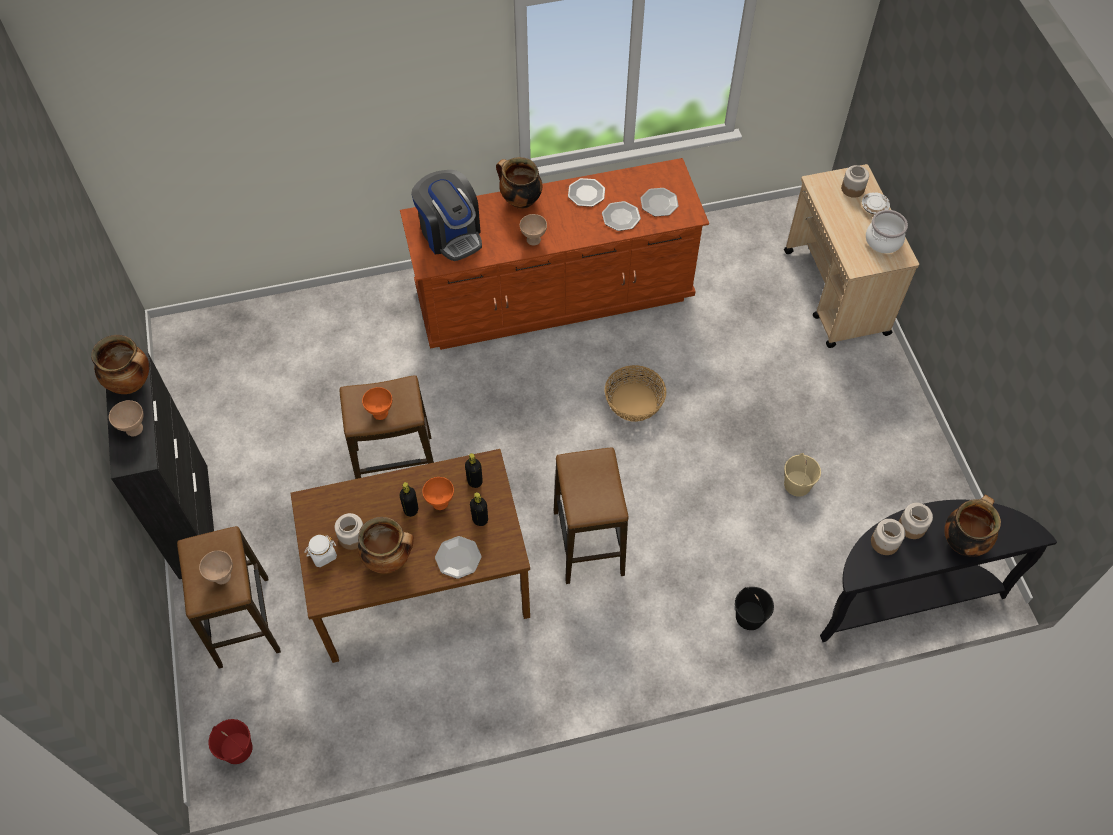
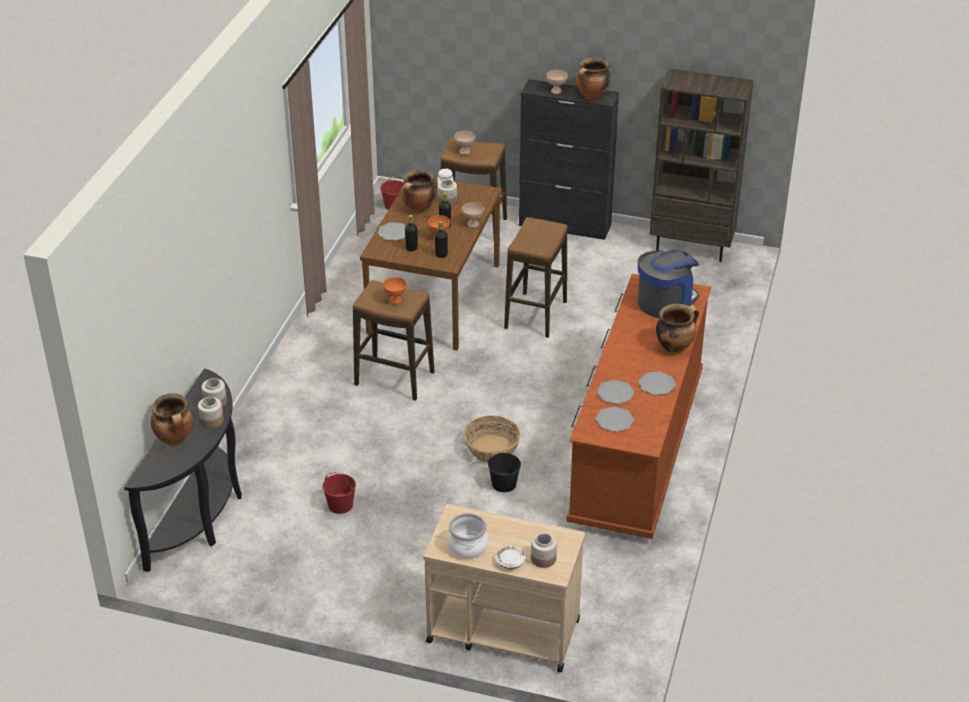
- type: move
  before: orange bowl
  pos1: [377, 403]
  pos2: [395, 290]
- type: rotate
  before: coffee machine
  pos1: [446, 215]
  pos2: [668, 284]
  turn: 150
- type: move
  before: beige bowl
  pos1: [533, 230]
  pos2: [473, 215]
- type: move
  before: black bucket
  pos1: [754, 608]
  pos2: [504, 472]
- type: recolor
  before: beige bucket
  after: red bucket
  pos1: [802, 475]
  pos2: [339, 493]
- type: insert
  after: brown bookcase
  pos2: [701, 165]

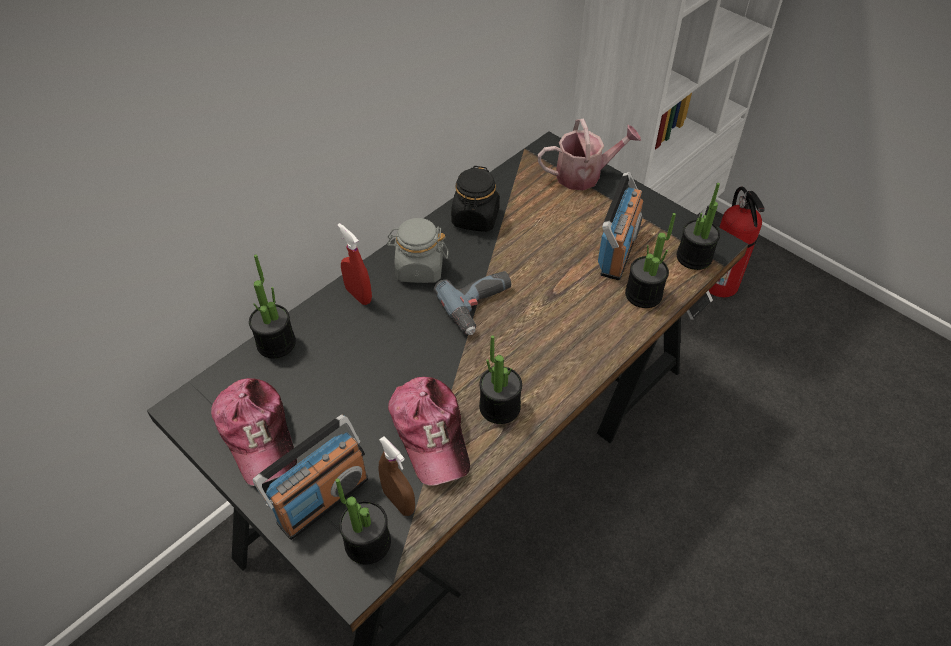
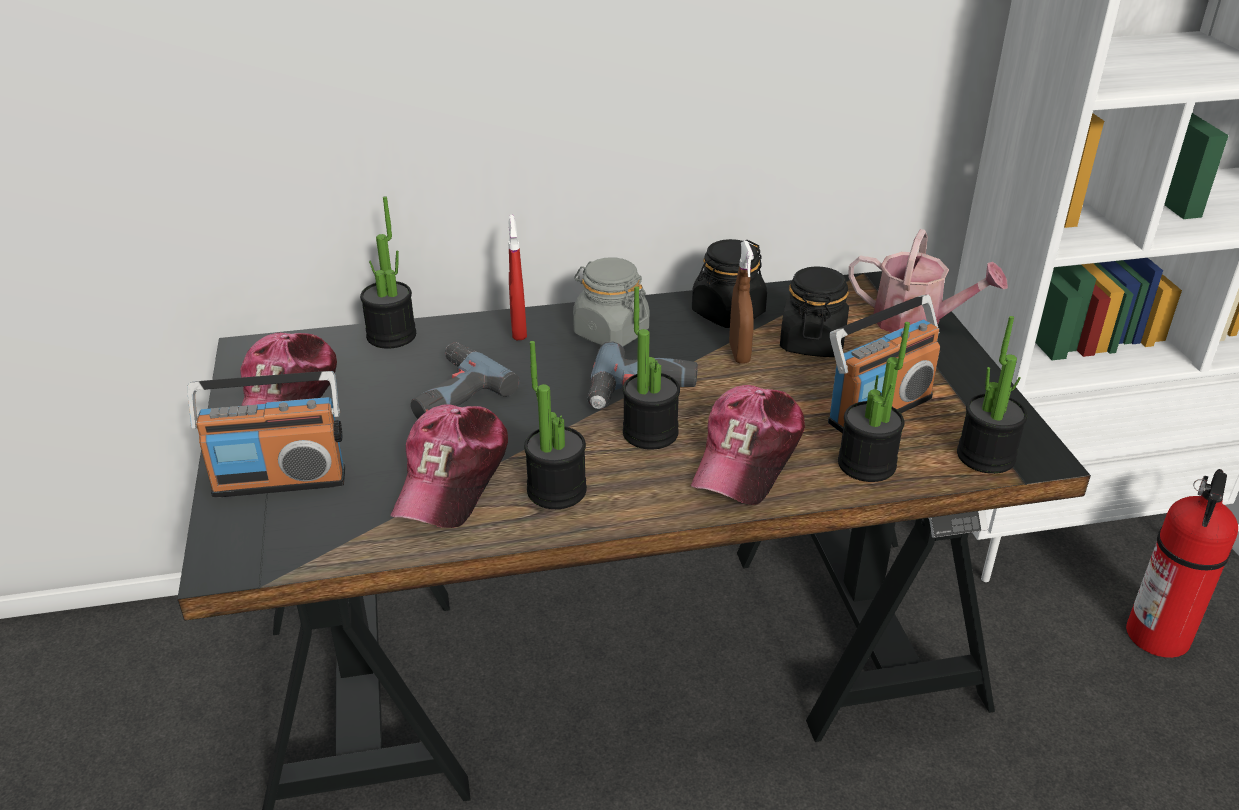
- type: move
  before: potted plant
  pos1: [363, 521]
  pos2: [651, 367]
- type: move
  before: brown spray bottle
  pos1: [397, 476]
  pos2: [741, 302]
- type: insert
  after: power drill
  pos2: [465, 380]
- type: insert
  after: cap
  pos2: [748, 445]
- type: insert
  after: black jar
  pos2: [814, 311]

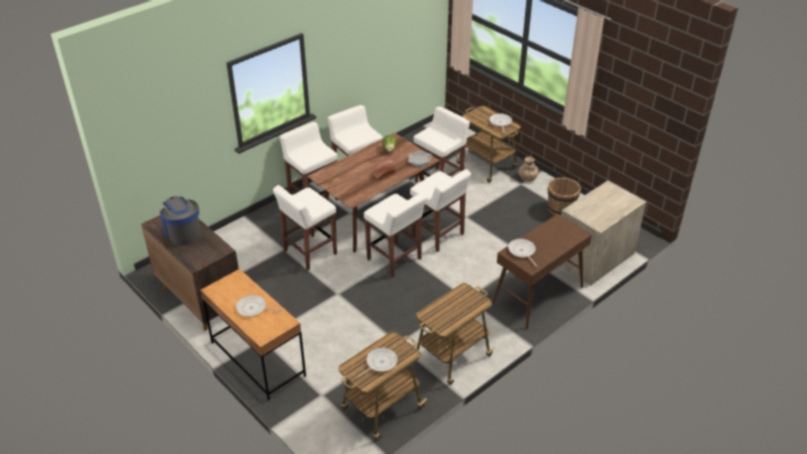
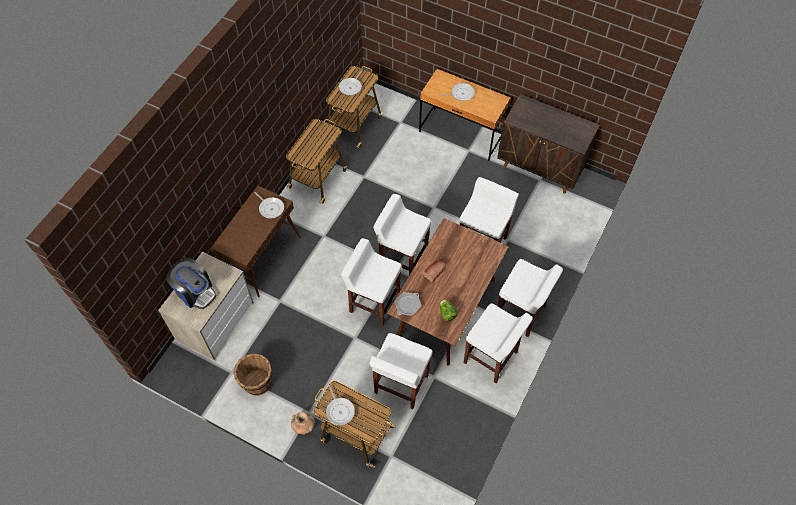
- type: move
  before: coffee machine
  pos1: [180, 221]
  pos2: [191, 283]

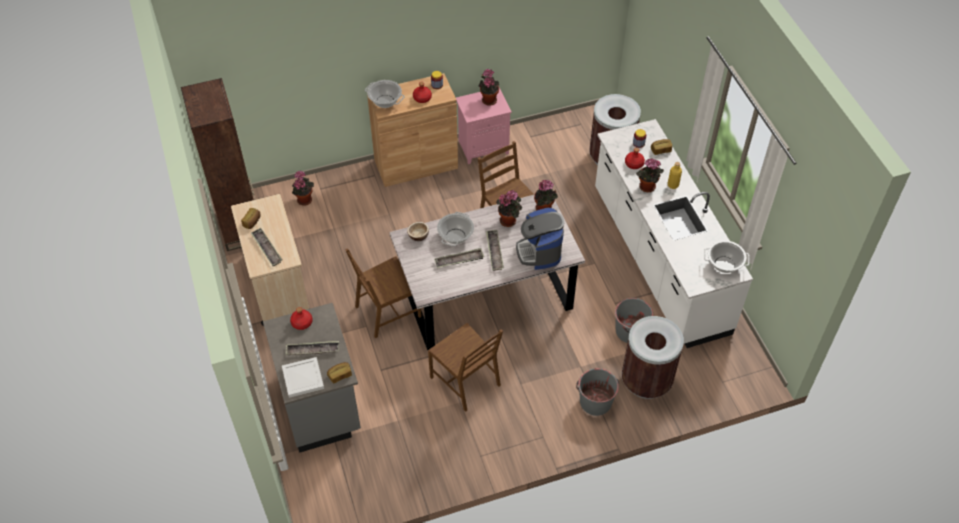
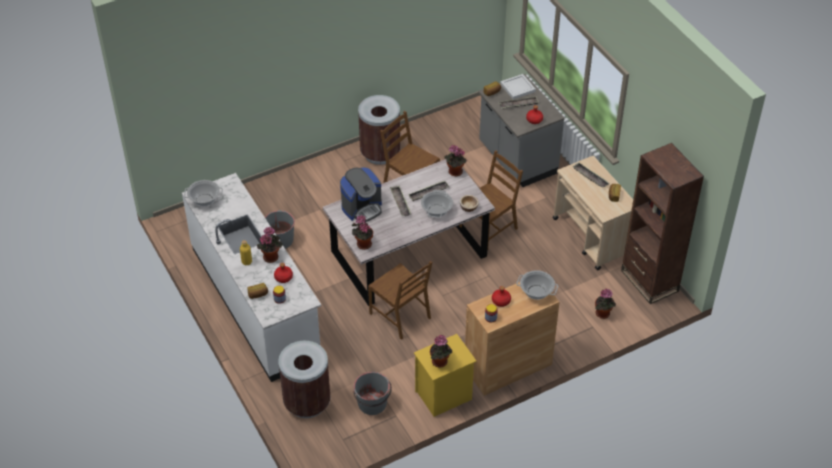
- type: recolor
  before: pink nightstand
  after: yellow nightstand
  pos1: [484, 125]
  pos2: [445, 375]
- type: move
  before: potted plant
  pos1: [509, 208]
  pos2: [455, 160]
- type: rotate
  before: coffee machine
  pos1: [540, 239]
  pos2: [361, 194]
  turn: 75
- type: move
  before: grey bucket
  pos1: [597, 392]
  pos2: [373, 393]
- type: move
  before: brown trash can
  pos1: [653, 357]
  pos2: [379, 130]

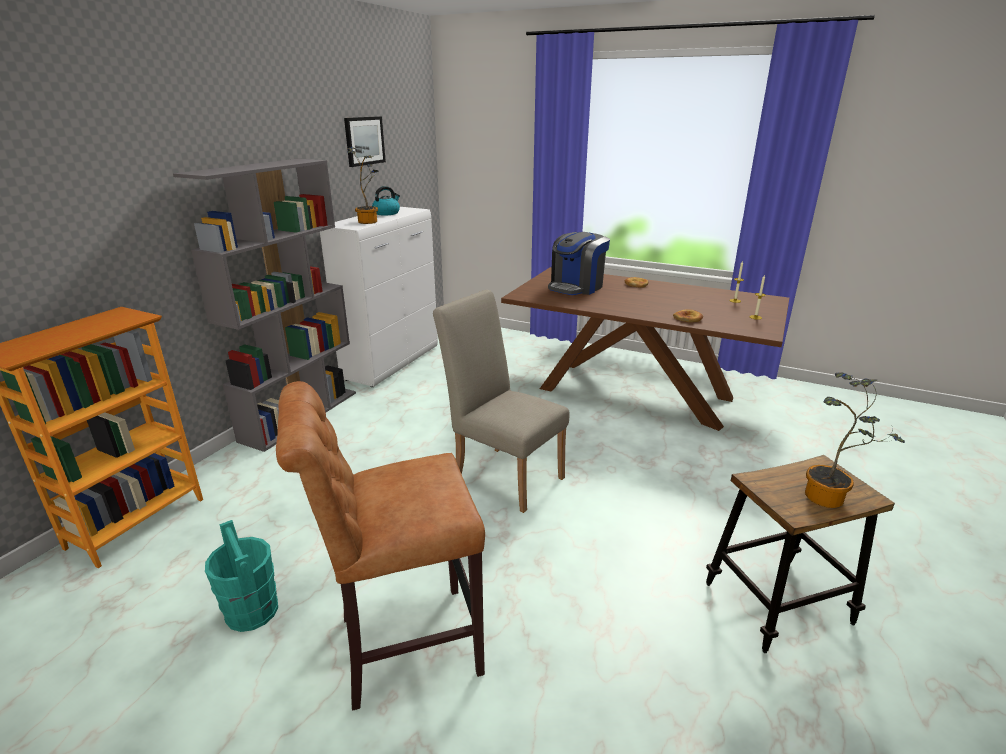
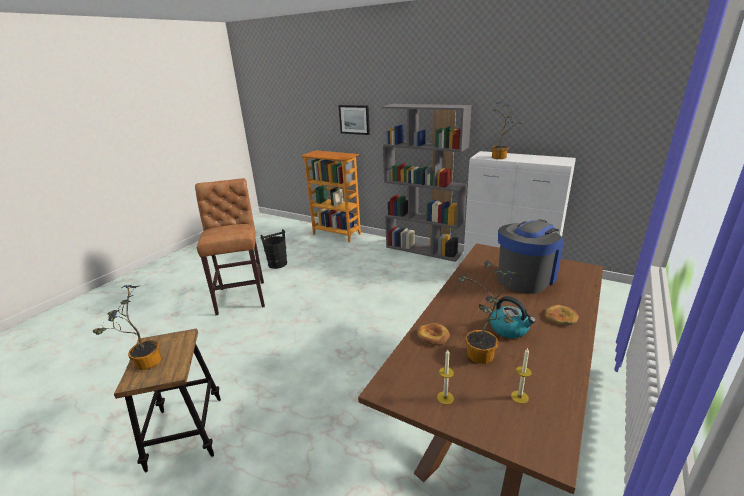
- type: recolor
  before: turquoise bucket
  after: black bucket
  pos1: [241, 576]
  pos2: [273, 249]
- type: move
  before: picture
  pos1: [365, 141]
  pos2: [354, 120]
- type: move
  before: kettle
  pos1: [386, 200]
  pos2: [513, 317]
- type: delete
  before: beige chair
  pos1: [501, 401]
- type: rotate
  before: coffee machine
  pos1: [579, 263]
  pos2: [531, 256]
  turn: 90
- type: insert
  after: potted plant
  pos2: [486, 312]

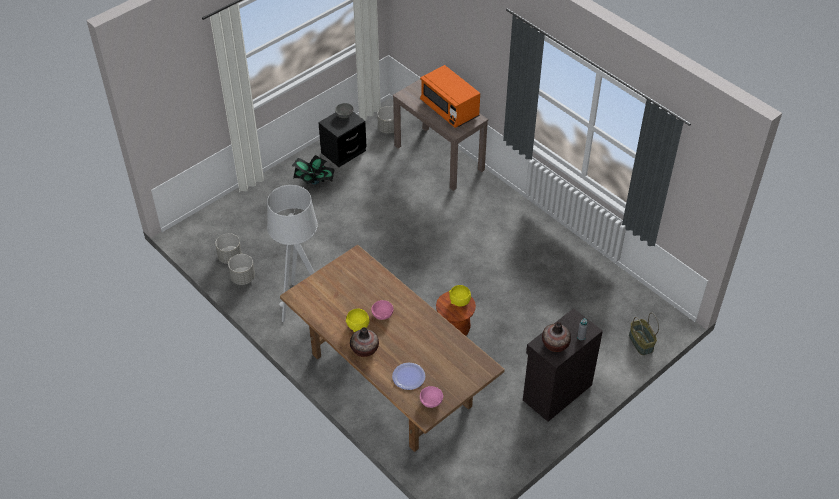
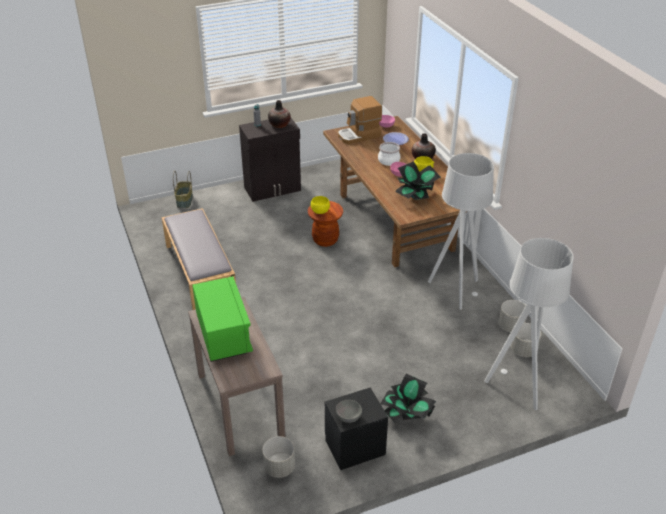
- type: recolor
  before: orange microwave
  after: green microwave
  pos1: [450, 96]
  pos2: [222, 319]
- type: insert
  after: grey bench
  pos2: [199, 259]
- type: insert
  after: coffee machine
  pos2: [360, 120]
- type: insert
  after: cooking pot
  pos2: [389, 154]
- type: insert
  after: potted plant
  pos2: [418, 180]
- type: insert
  after: grey floor lamp
  pos2: [529, 324]

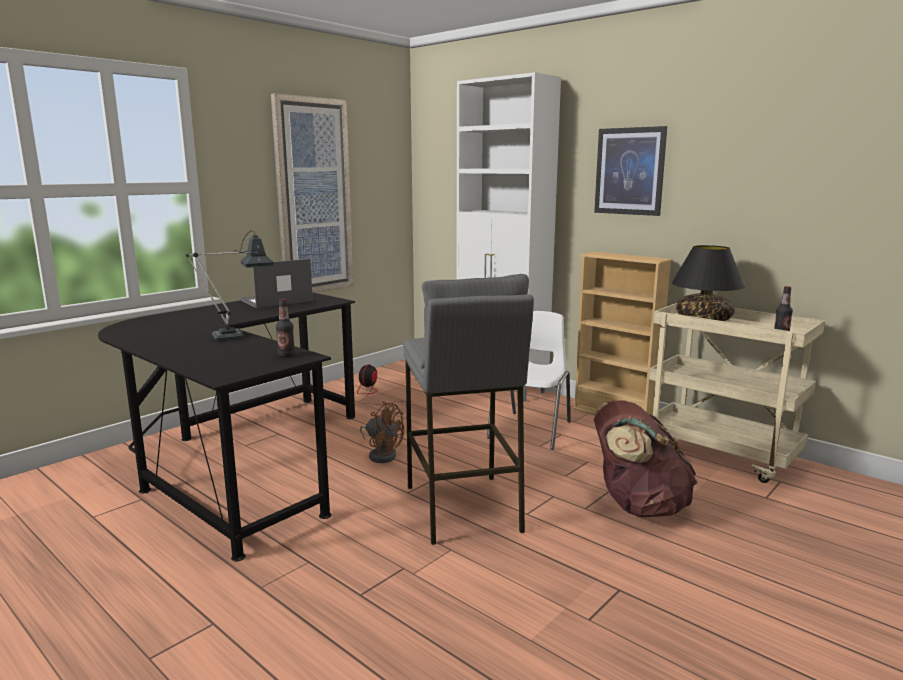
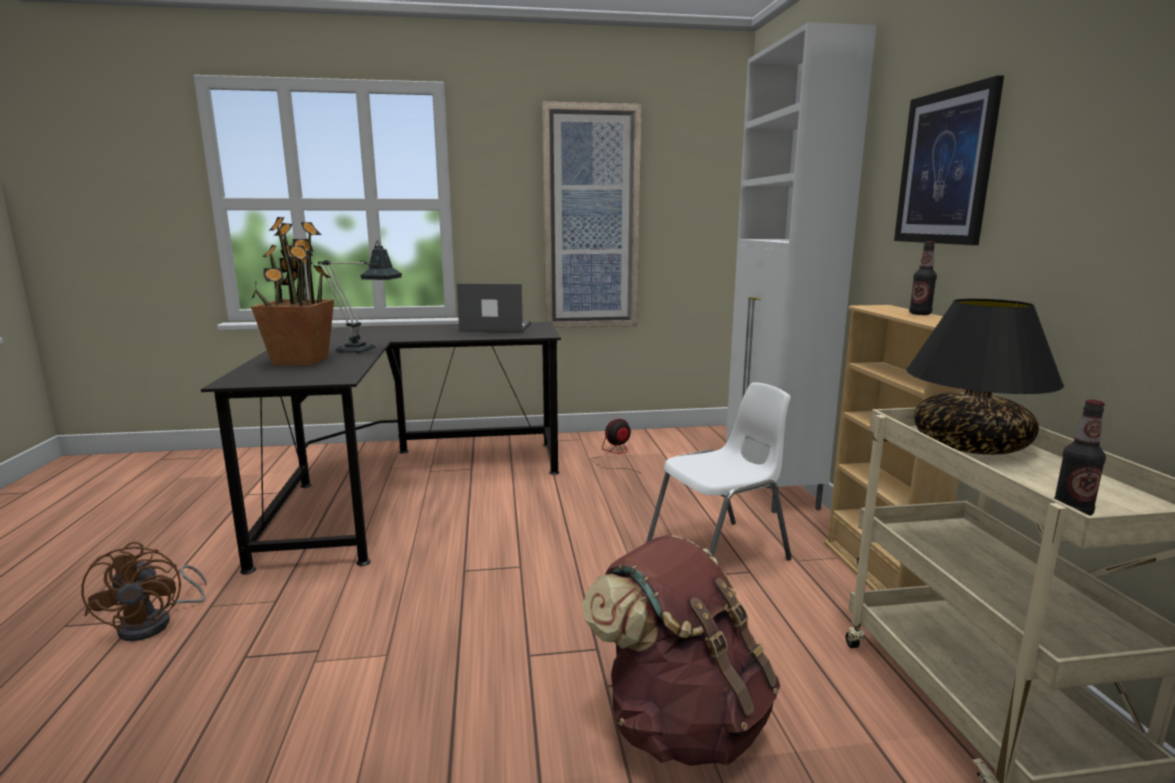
- type: move
  before: bottle
  pos1: [285, 328]
  pos2: [923, 278]
- type: move
  before: brown fan
  pos1: [382, 432]
  pos2: [144, 591]
- type: delete
  before: grey stool
  pos1: [468, 409]
- type: insert
  after: potted plant
  pos2: [292, 291]

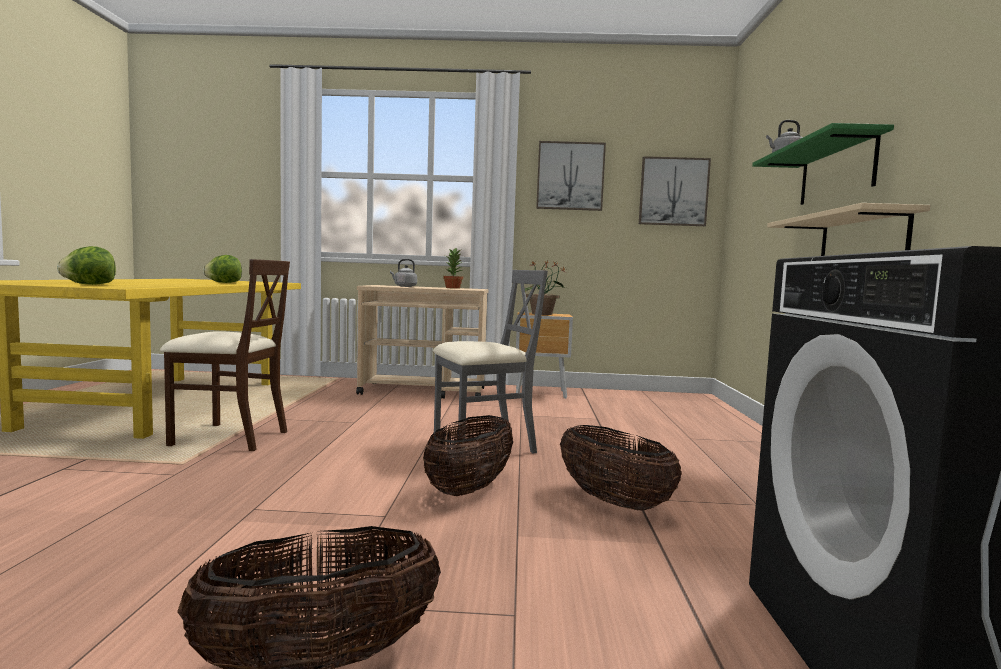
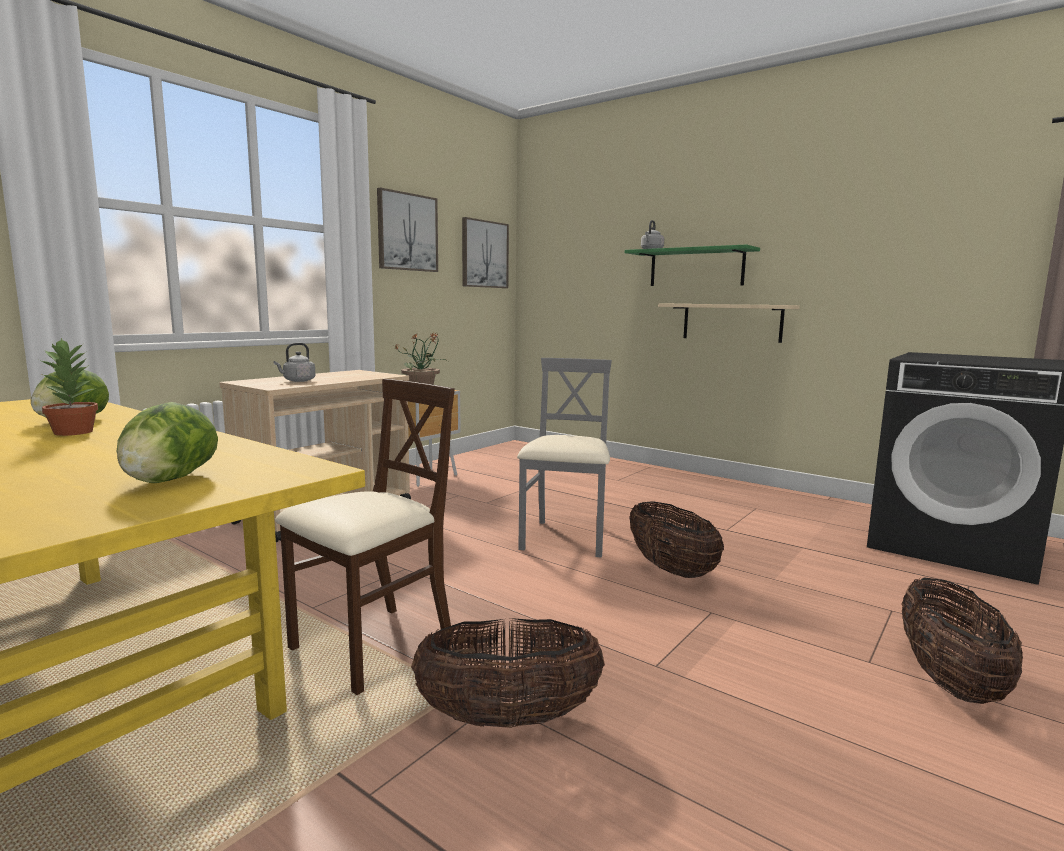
- type: move
  before: potted plant
  pos1: [453, 268]
  pos2: [68, 387]
- type: move
  before: basket
  pos1: [621, 468]
  pos2: [508, 673]

